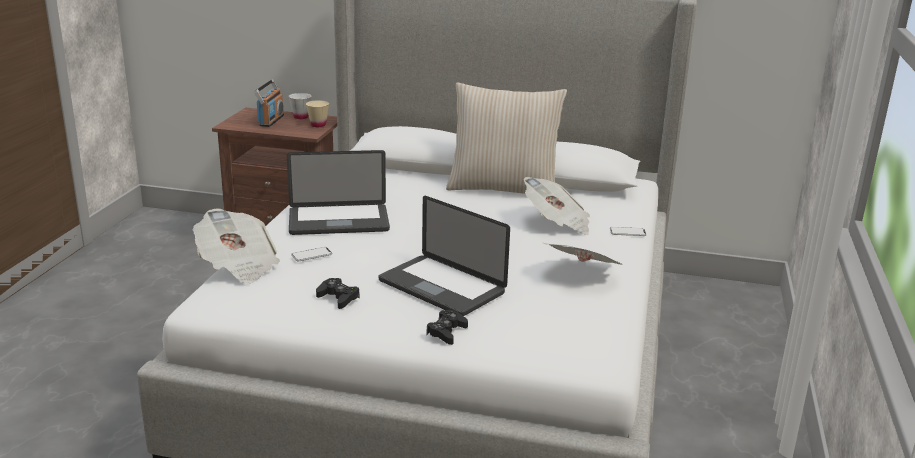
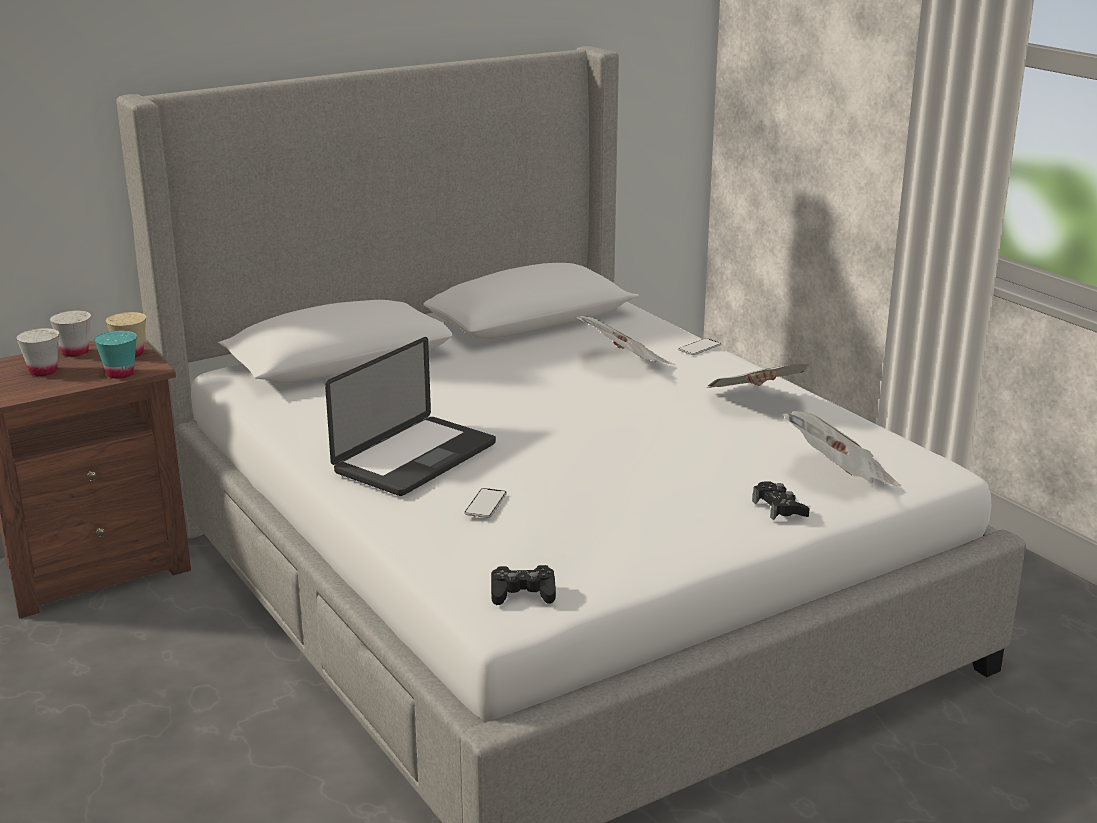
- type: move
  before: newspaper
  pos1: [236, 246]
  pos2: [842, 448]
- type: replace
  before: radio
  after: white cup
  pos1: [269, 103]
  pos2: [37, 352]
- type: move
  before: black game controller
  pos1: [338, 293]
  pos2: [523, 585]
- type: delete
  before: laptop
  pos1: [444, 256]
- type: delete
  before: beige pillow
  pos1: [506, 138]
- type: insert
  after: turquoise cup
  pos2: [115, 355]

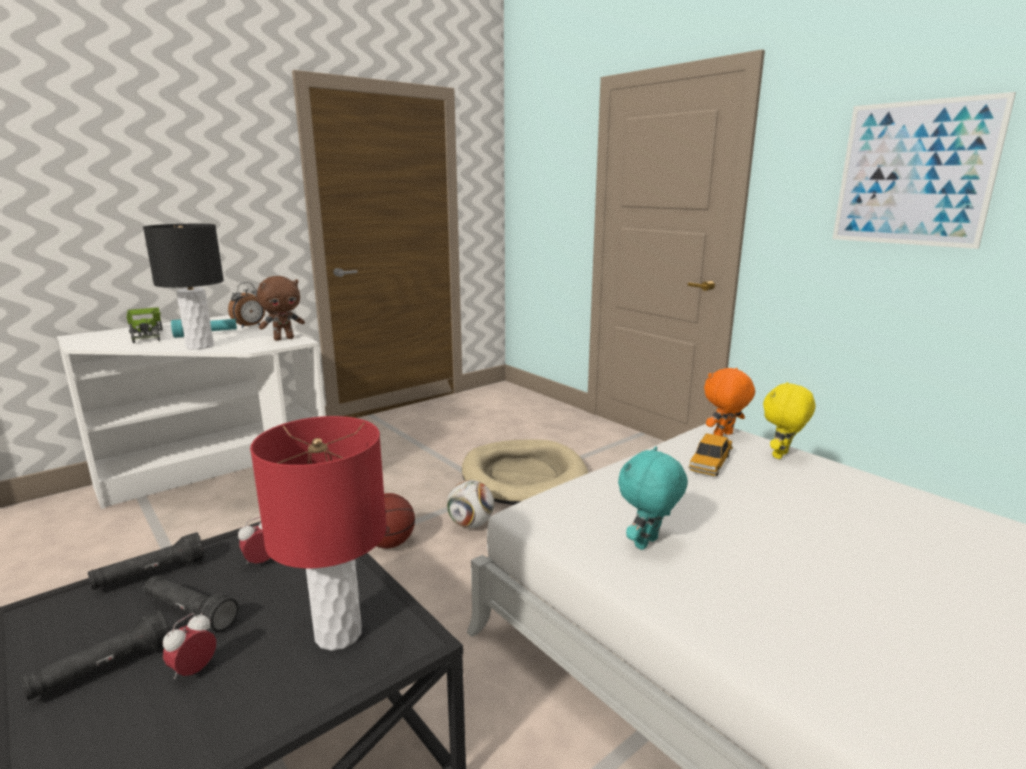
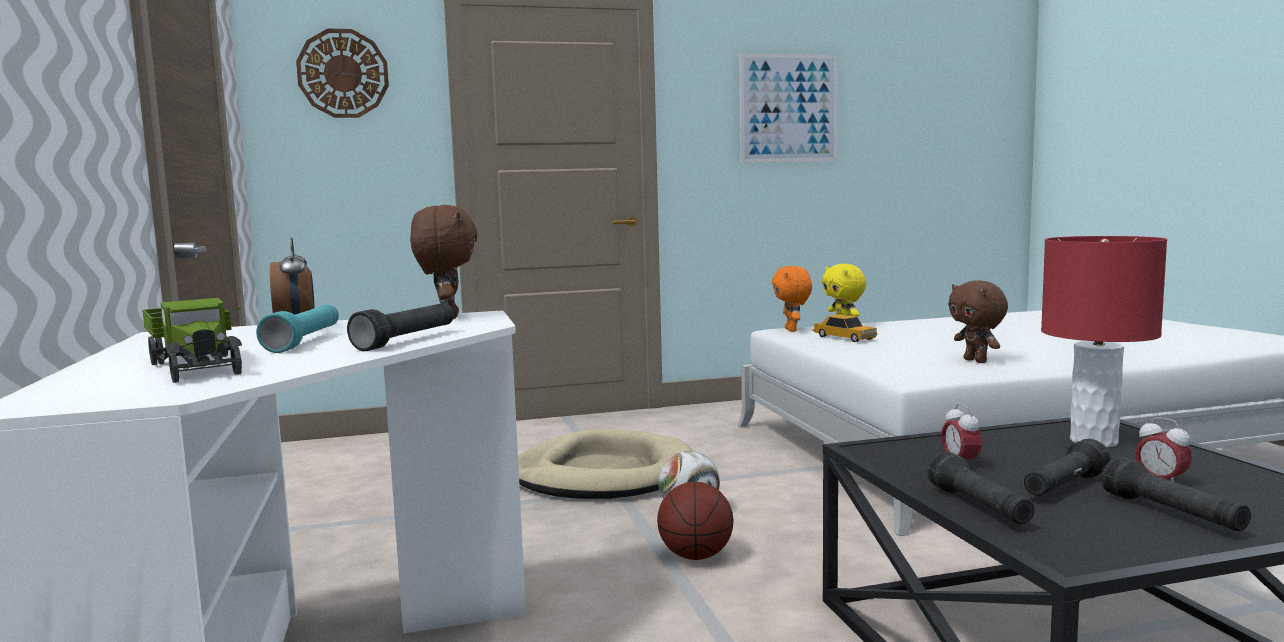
- type: rotate
  before: toy truck
  pos1: [145, 325]
  pos2: [192, 340]
  turn: 60
- type: replace
  before: black table lamp
  after: black flashlight
  pos1: [183, 287]
  pos2: [400, 327]
- type: recolor
  before: turquoise plush toy
  after: brown plush toy
  pos1: [653, 498]
  pos2: [978, 321]
- type: insert
  after: wall clock
  pos2: [342, 73]

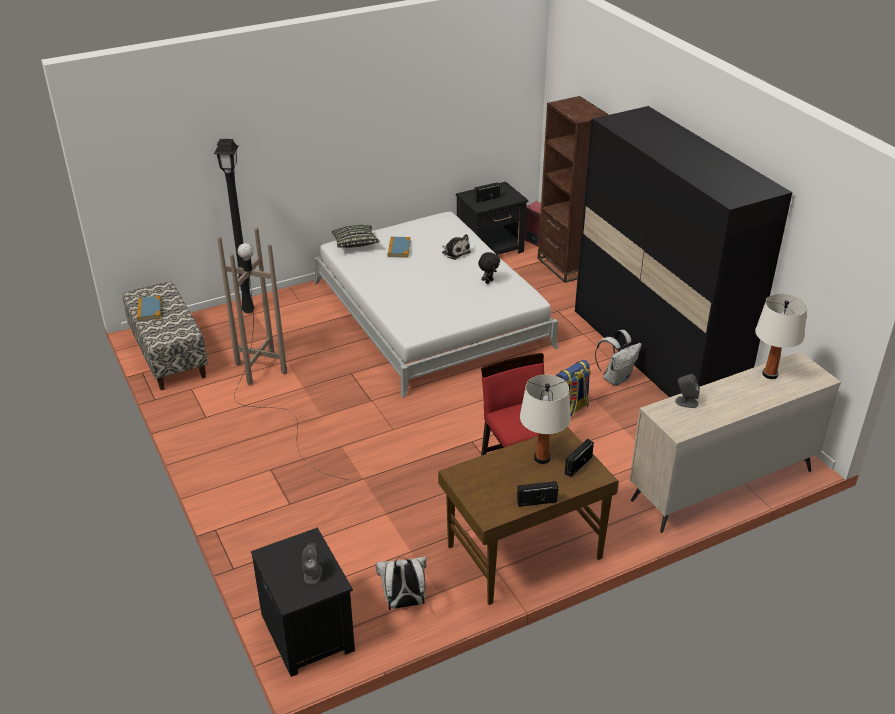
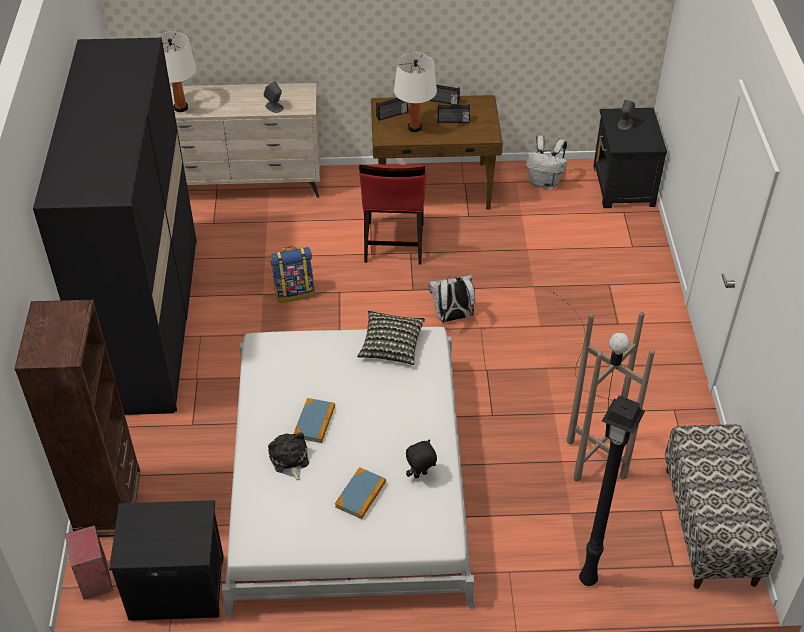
- type: move
  before: book
  pos1: [149, 308]
  pos2: [314, 420]
- type: move
  before: pillow
  pos1: [356, 236]
  pos2: [391, 337]
- type: move
  before: radio
  pos1: [487, 192]
  pos2: [453, 113]
- type: move
  before: black plush toy
  pos1: [489, 268]
  pos2: [421, 459]
- type: move
  before: white backpack
  pos1: [618, 358]
  pos2: [451, 299]

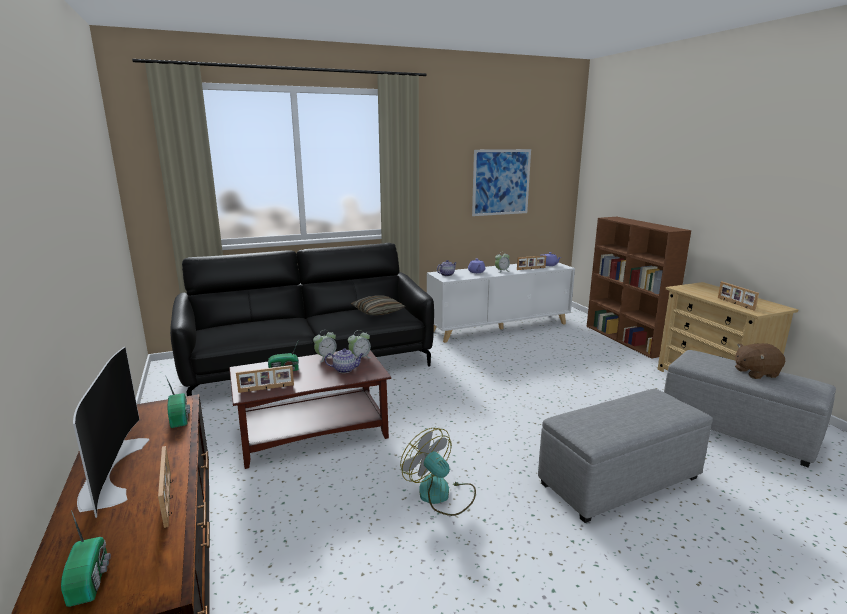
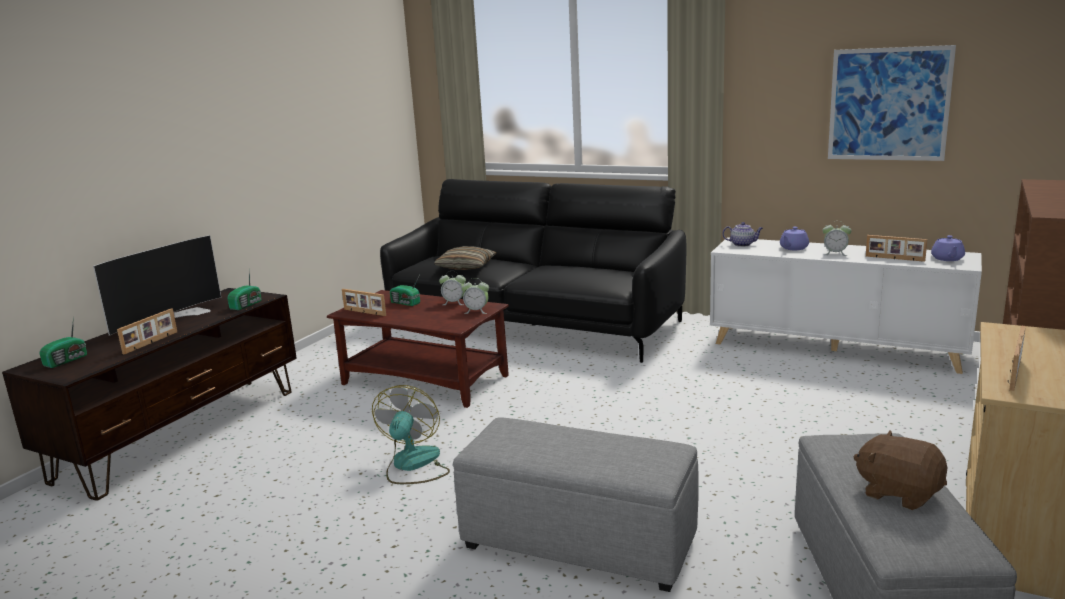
- type: delete
  before: teapot
  pos1: [344, 360]
- type: move
  before: pillow
  pos1: [378, 305]
  pos2: [465, 258]

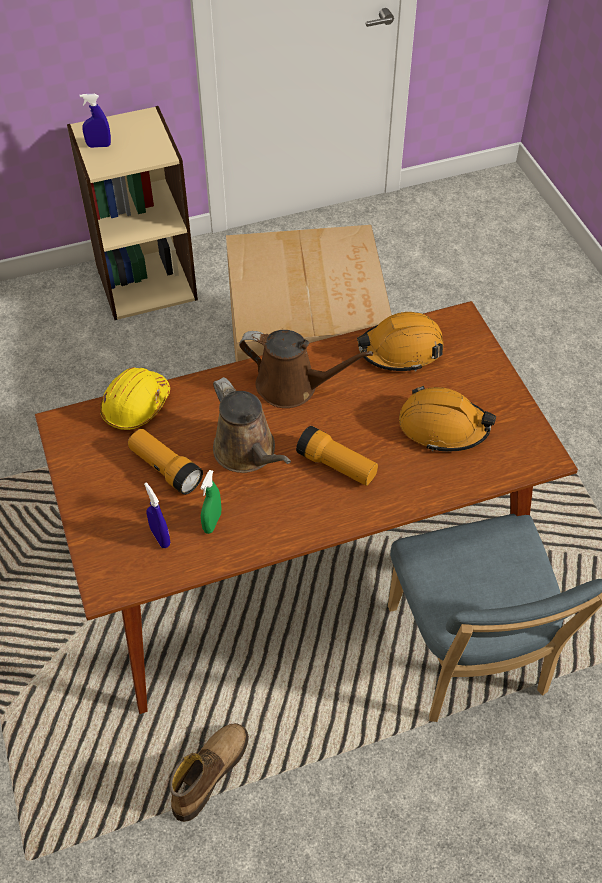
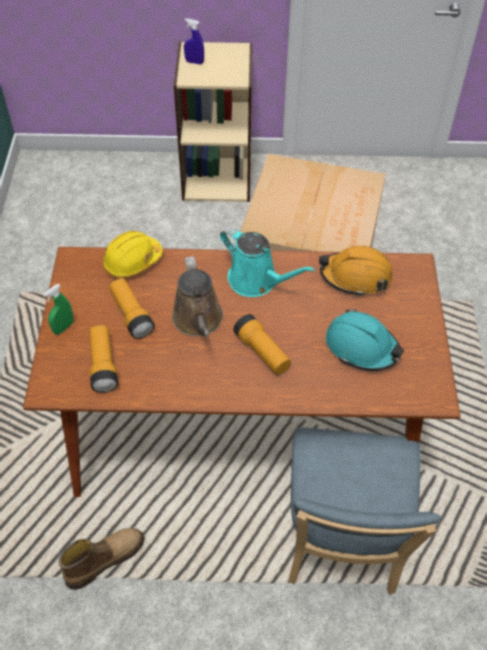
- type: replace
  before: blue spray bottle
  after: flashlight
  pos1: [157, 515]
  pos2: [103, 359]
- type: move
  before: green spray bottle
  pos1: [210, 502]
  pos2: [58, 309]
- type: recolor
  before: brown watering can
  after: turquoise watering can
  pos1: [306, 369]
  pos2: [267, 262]
- type: recolor
  before: orange hard hat
  after: turquoise hard hat
  pos1: [447, 419]
  pos2: [365, 340]

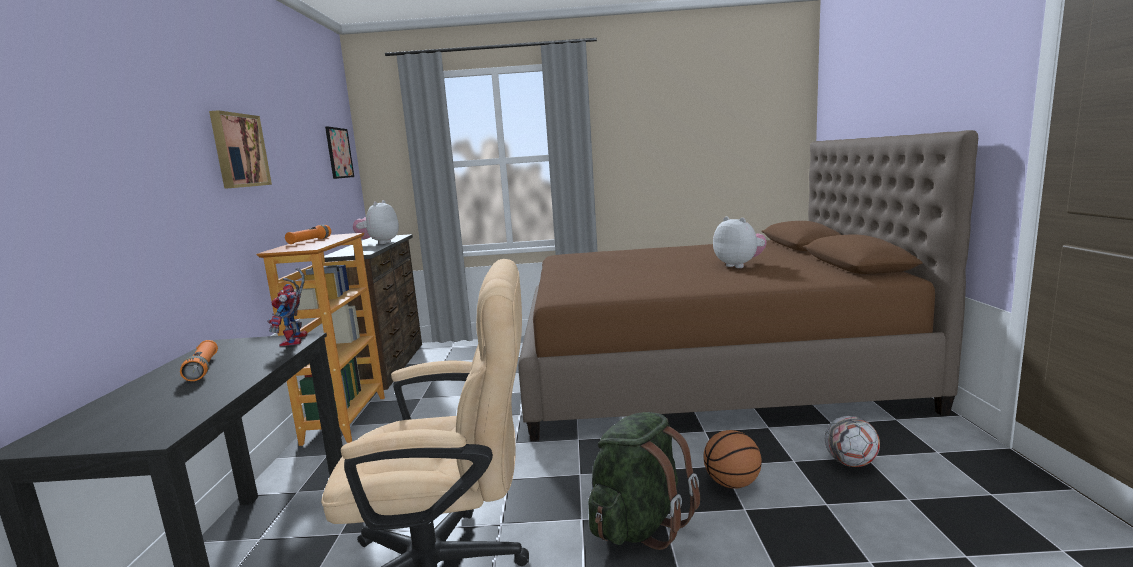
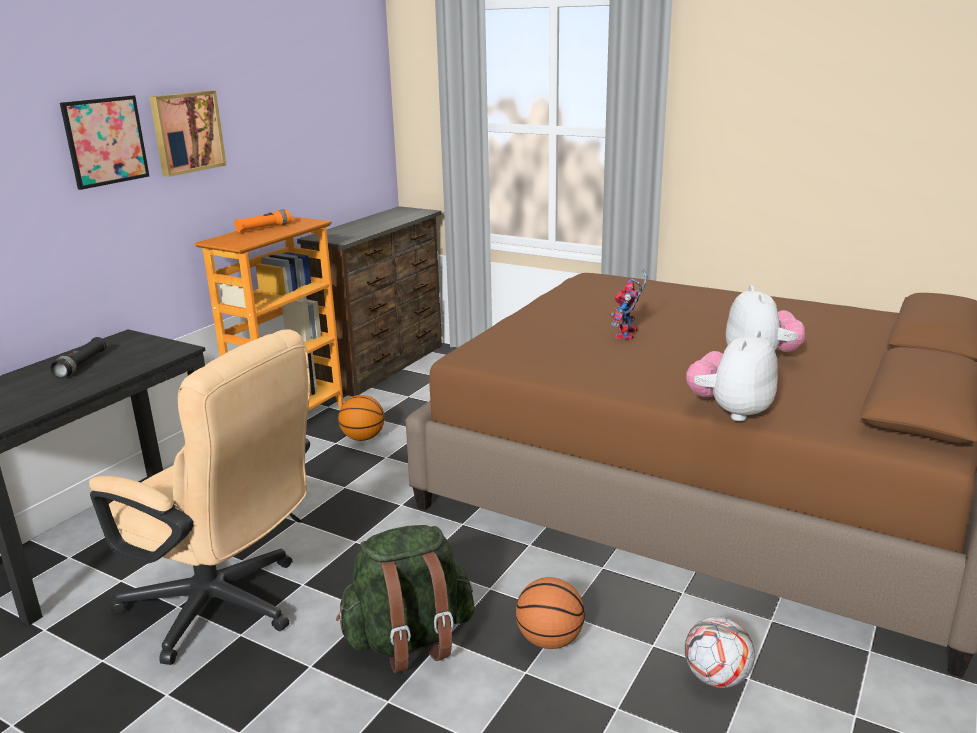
- type: recolor
  before: orange flashlight
  after: black flashlight
  pos1: [199, 360]
  pos2: [78, 357]
- type: move
  before: toy robot
  pos1: [287, 307]
  pos2: [629, 304]
- type: move
  before: picture
  pos1: [339, 152]
  pos2: [104, 143]
- type: move
  before: plush toy
  pos1: [376, 222]
  pos2: [732, 375]
- type: insert
  after: basketball
  pos2: [361, 418]

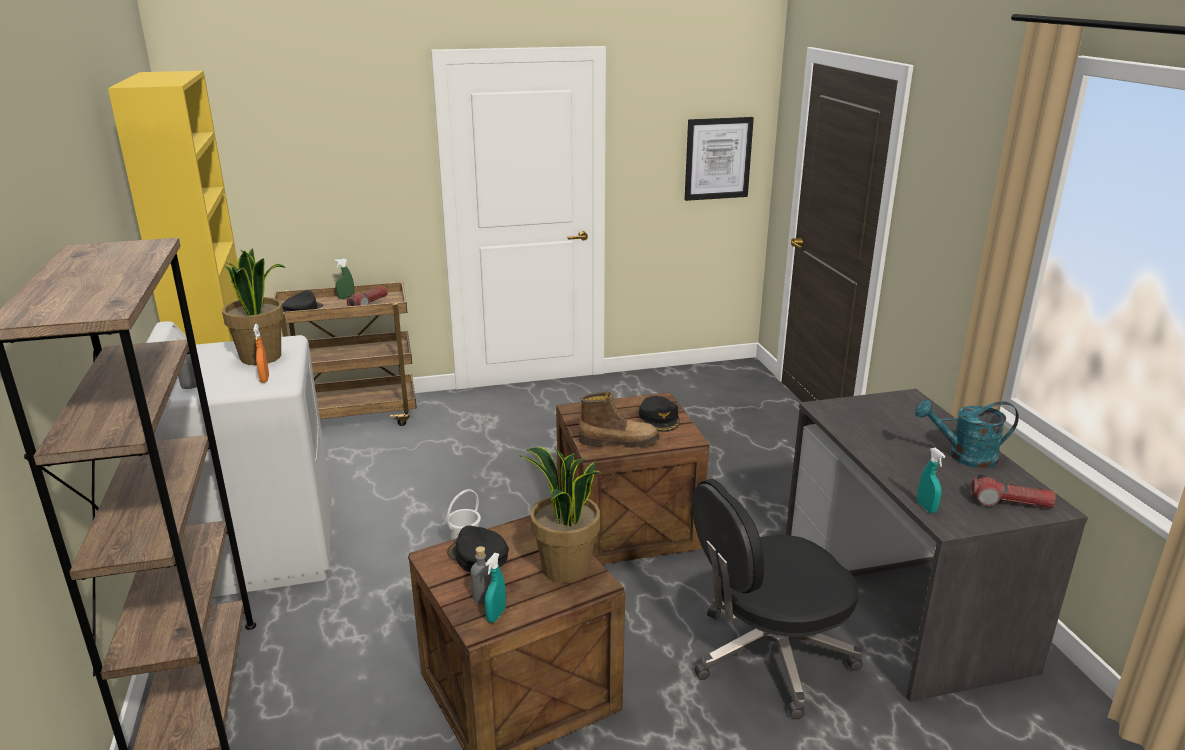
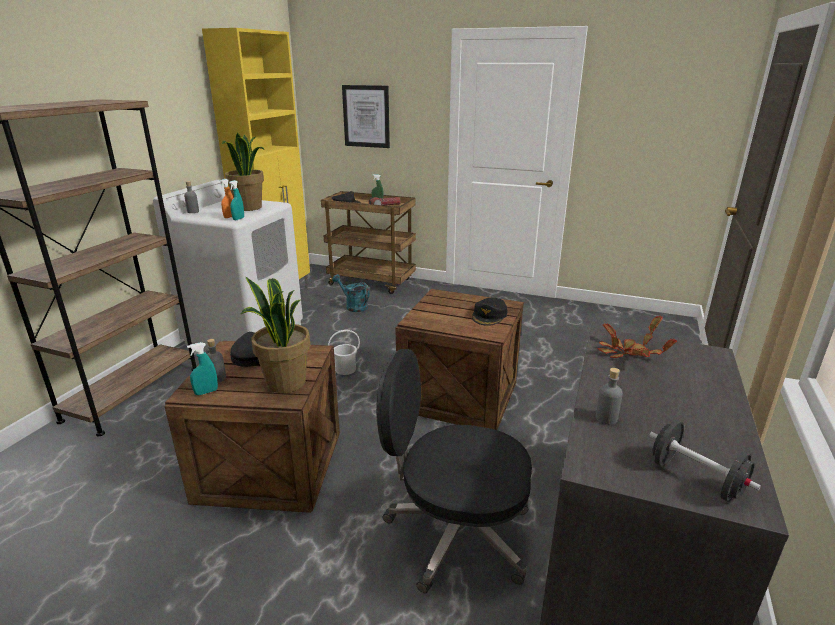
- type: delete
  before: boot
  pos1: [619, 419]
- type: move
  before: picture
  pos1: [719, 159]
  pos2: [366, 116]
- type: move
  before: turquoise watering can
  pos1: [967, 433]
  pos2: [351, 293]
- type: move
  before: turquoise spray bottle
  pos1: [931, 480]
  pos2: [236, 200]
- type: replace
  before: flashlight
  after: black dumbbell
  pos1: [1013, 491]
  pos2: [705, 461]
- type: insert
  after: grey bottle
  pos2: [609, 396]
- type: insert
  after: potted plant
  pos2: [637, 336]

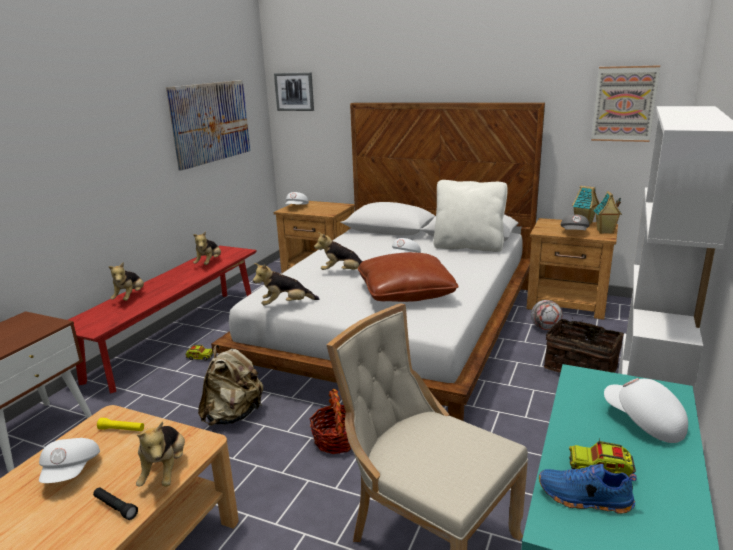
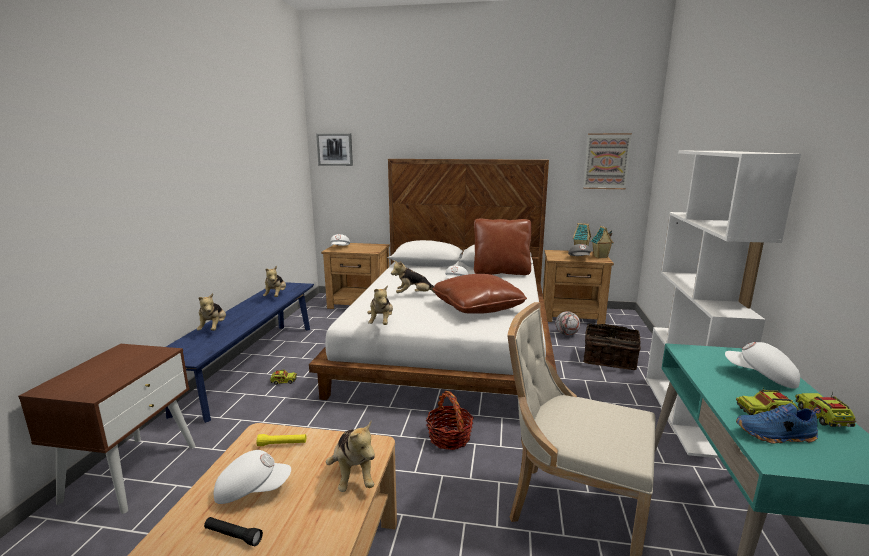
- type: rotate
  before: white cap
  pos1: [69, 460]
  pos2: [252, 477]
  turn: -75
- type: recolor
  before: red bench
  after: blue bench
  pos1: [162, 319]
  pos2: [240, 352]
- type: move
  before: black flashlight
  pos1: [115, 503]
  pos2: [233, 531]
- type: delete
  before: picture
  pos1: [208, 125]
- type: delete
  before: beige backpack
  pos1: [230, 385]
- type: rotate
  before: plush toy
  pos1: [286, 284]
  pos2: [380, 305]
  turn: -60
- type: recolor
  before: white pillow
  after: brown pillow
  pos1: [470, 216]
  pos2: [502, 247]
- type: insert
  after: toy truck
  pos2: [825, 409]

